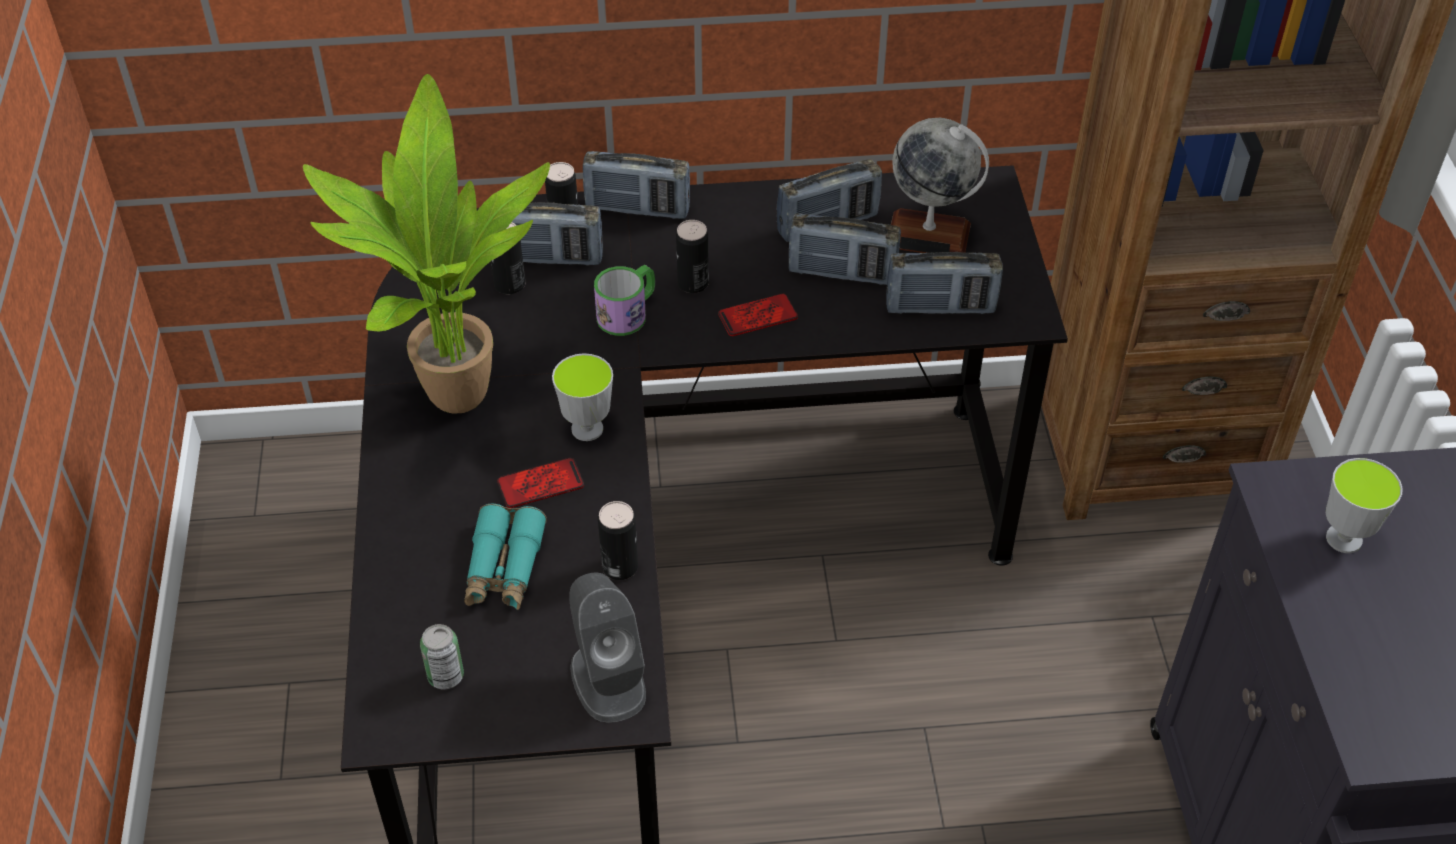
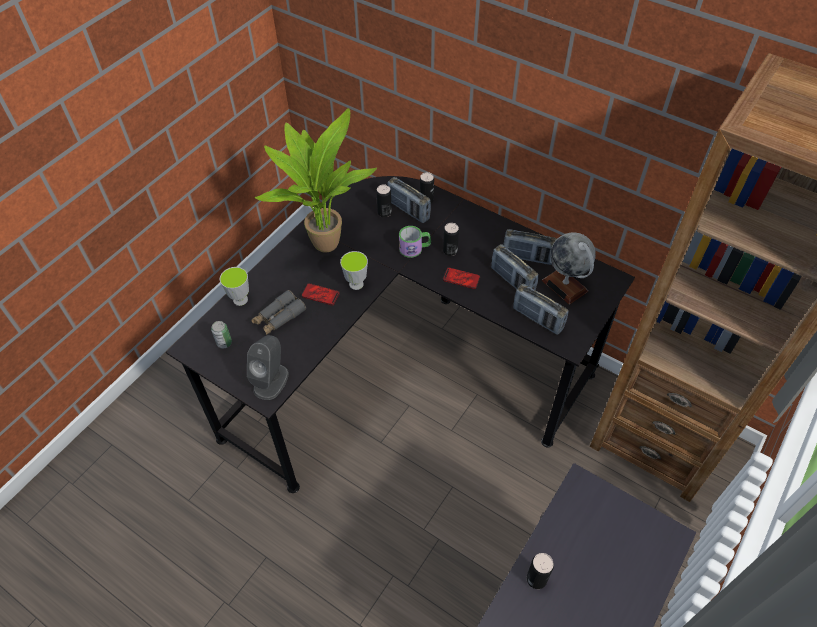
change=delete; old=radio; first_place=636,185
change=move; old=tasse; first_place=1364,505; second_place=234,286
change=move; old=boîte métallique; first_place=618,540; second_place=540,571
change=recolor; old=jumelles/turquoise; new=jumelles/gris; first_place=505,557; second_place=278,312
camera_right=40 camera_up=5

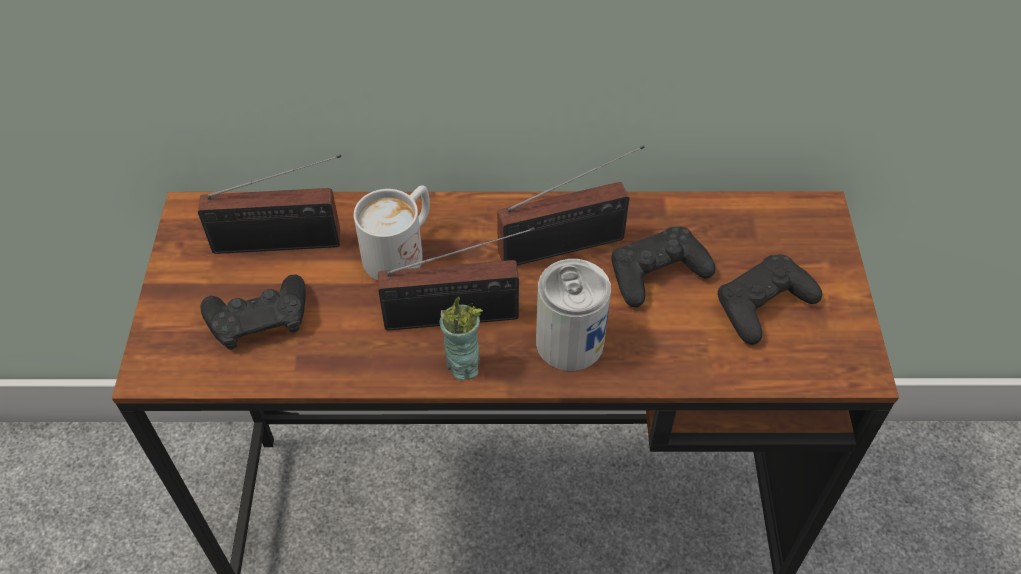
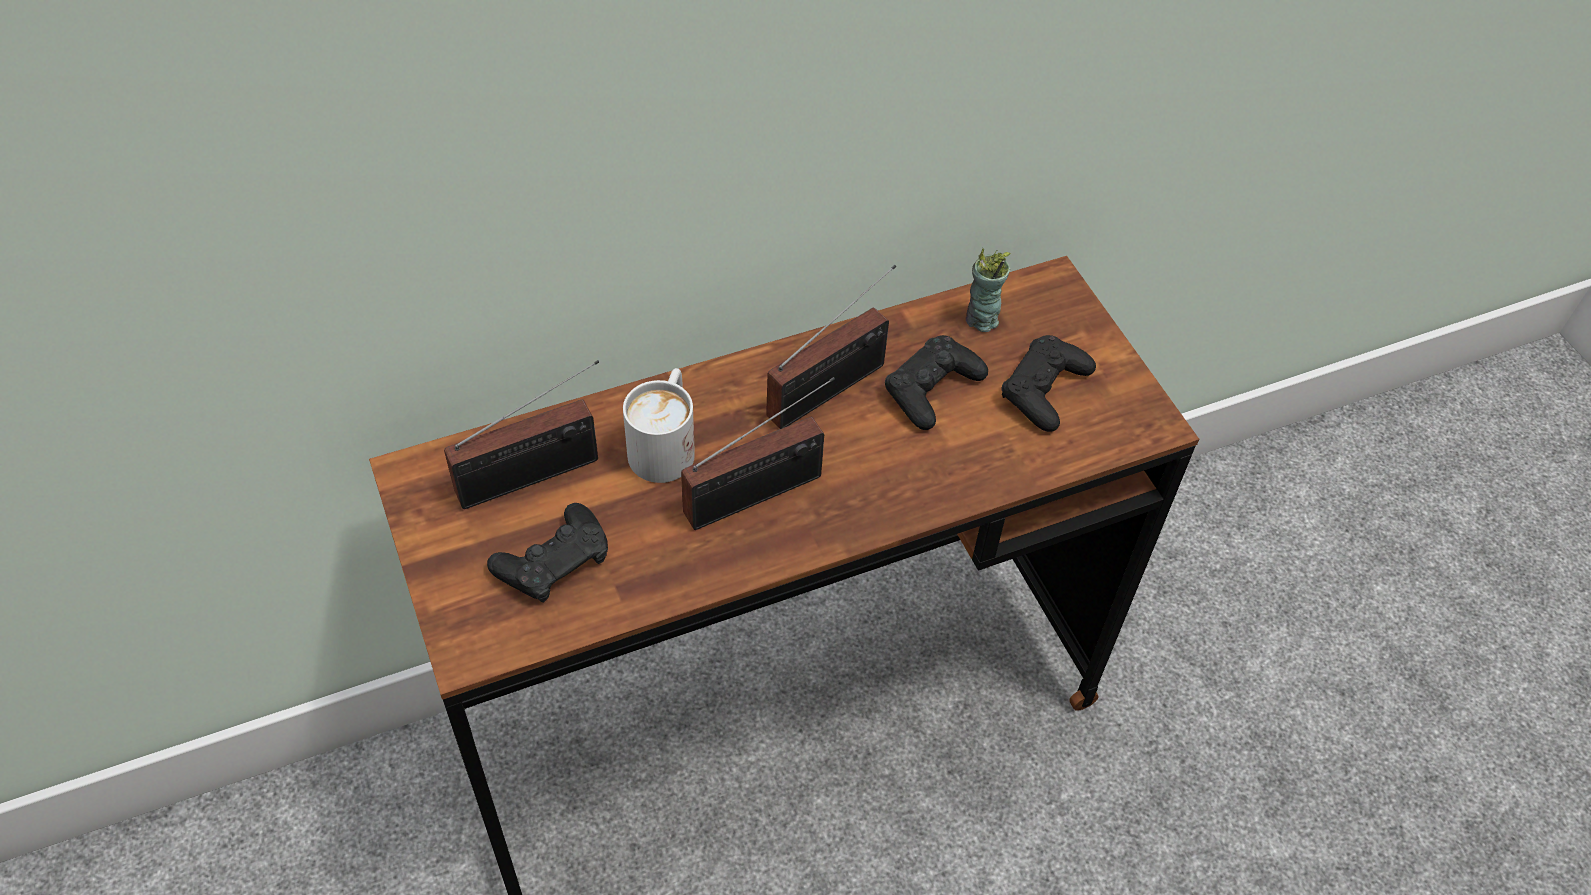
change=delete; old=boîte métallique; first_place=573,315
change=move; old=tasse; first_place=461,339; second_place=988,290
camera_right=-25 camera_up=0

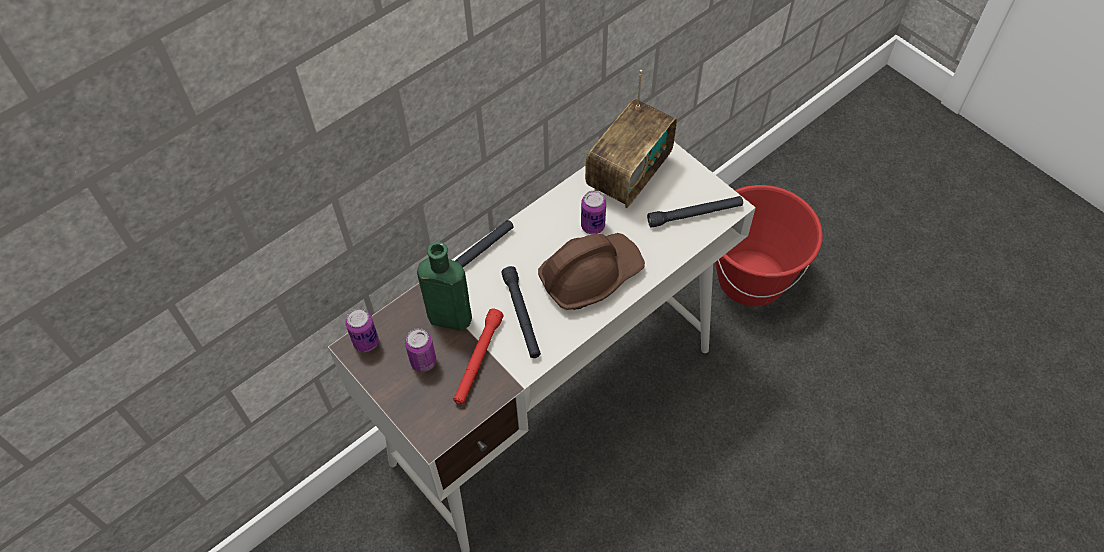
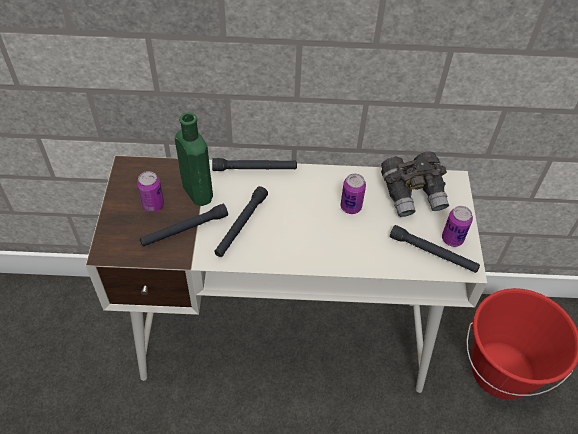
change=replace; old=radio; new=jumelles/gris; first_place=631,139; second_place=415,184
change=delete; old=casque de chantier/marron; first_place=591,271
change=move; old=boîte métallique; first_place=362,330; second_place=457,226
change=recolor; old=lampe de poche/rouge; new=lampe de poche/noir; first_place=478,356; second_place=184,225
camera_right=40 camera_up=-5

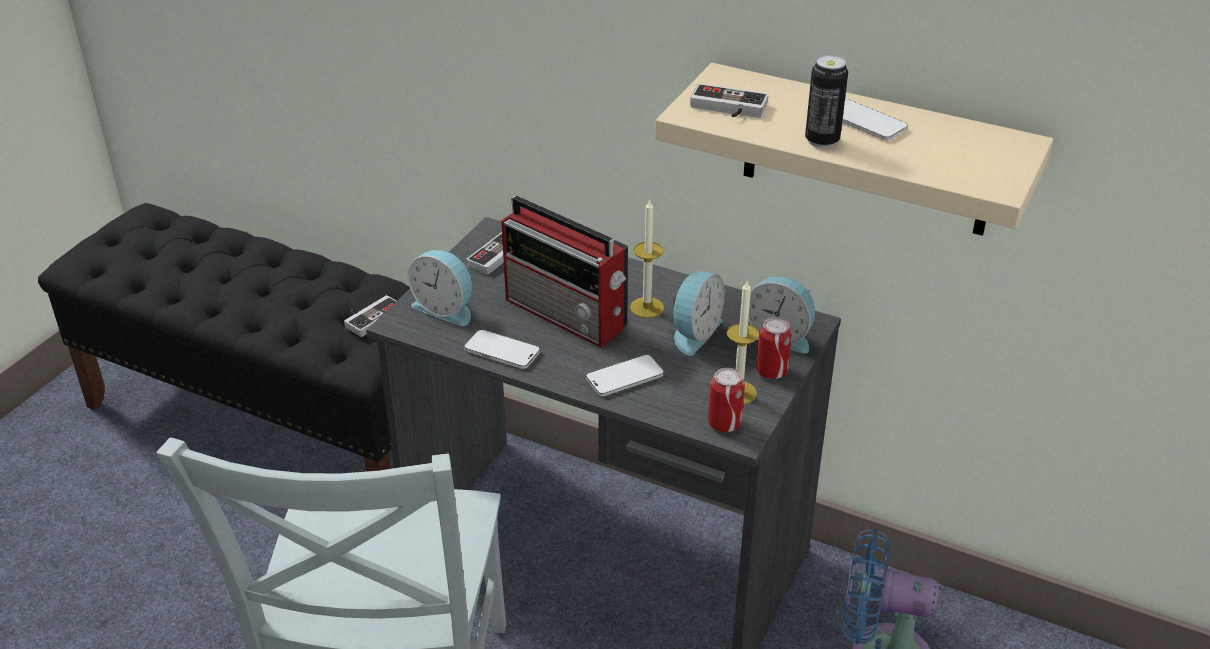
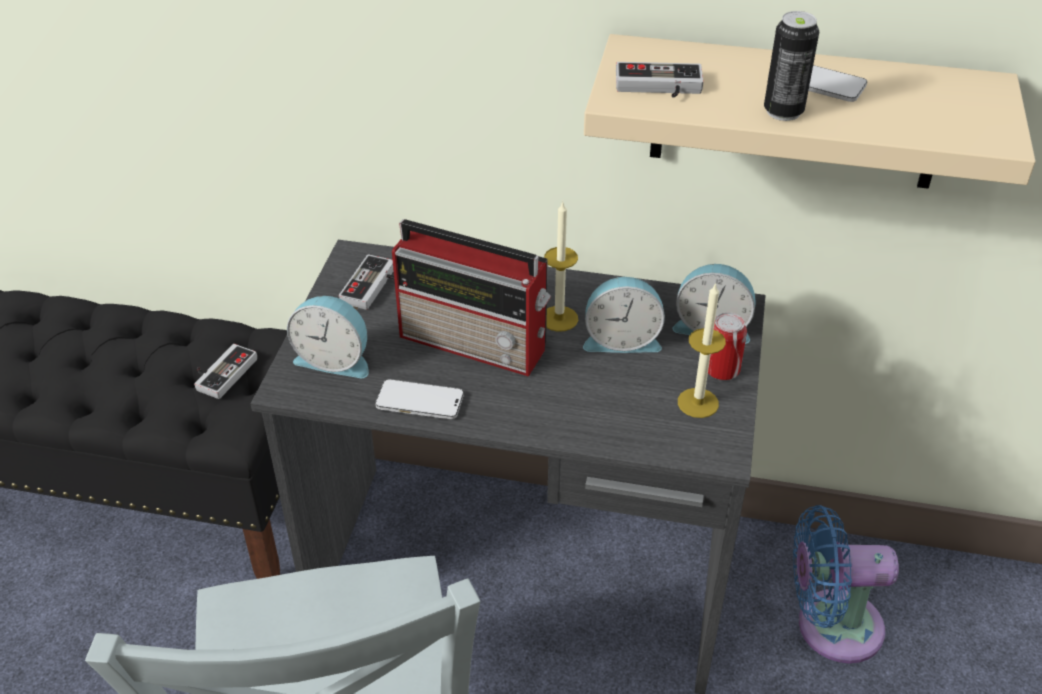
change=rotate; old=réveil; first_place=699,314; second_place=624,315; degrees=75
change=delete; old=téléphone; first_place=625,375
change=delete; old=boîte métallique; first_place=726,400
camera_right=-15 camera_up=5

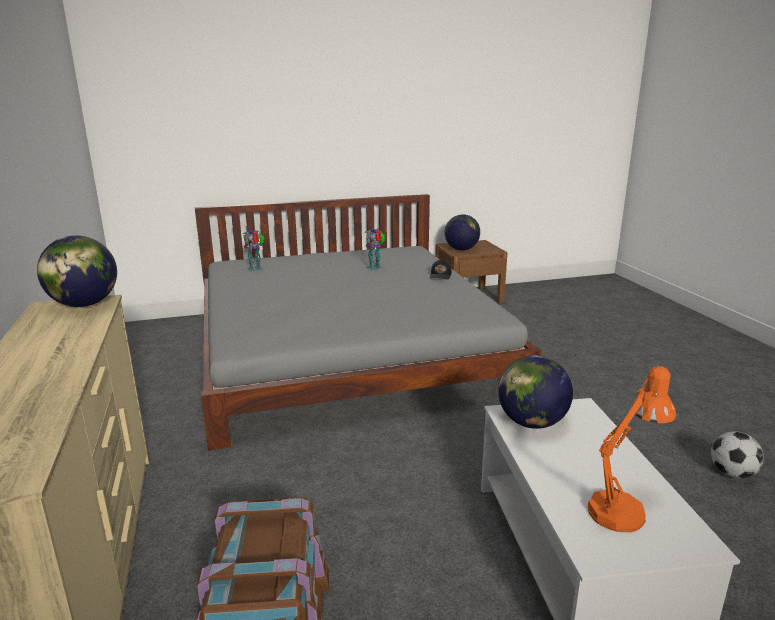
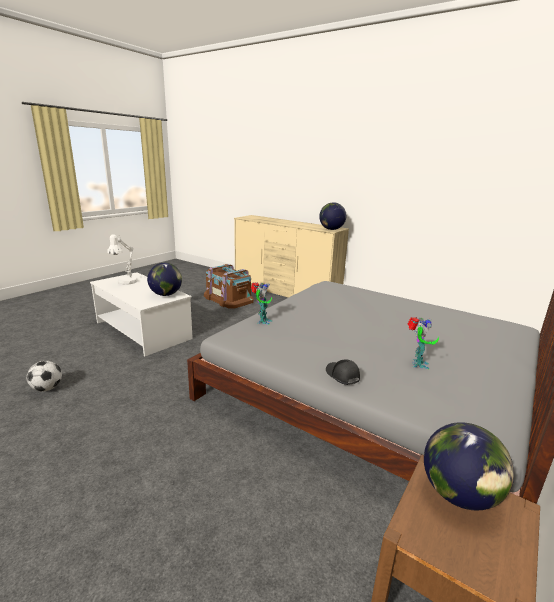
change=move; old=robot jouet; first_place=253,251; second_place=261,303
change=recolor; old=lampe de table/orange; new=lampe de table/blanc; first_place=632,449; second_place=122,259
camera_right=140 camera_up=0

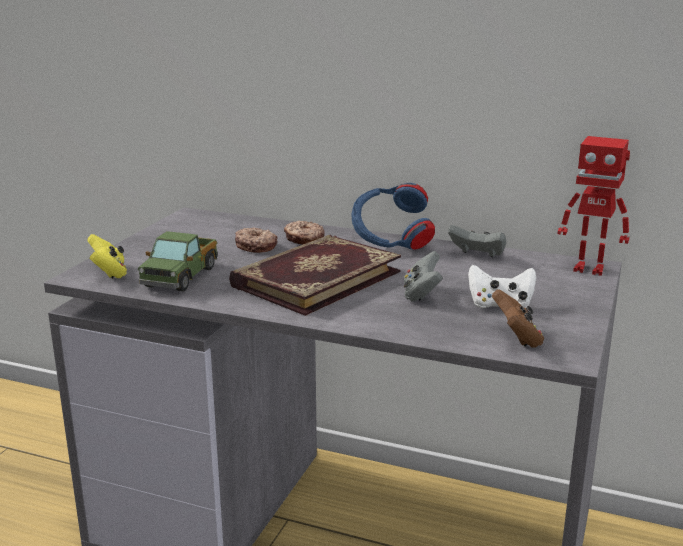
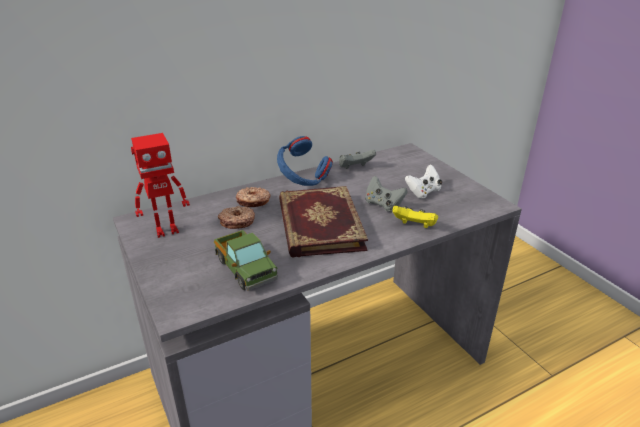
change=move; old=robot jouet; first_place=594,206; second_place=160,185
change=move; old=manette/jaune; first_place=107,256; second_place=415,217
change=delete; old=manette/marron; first_place=518,318
camera_right=-50 camera_up=10

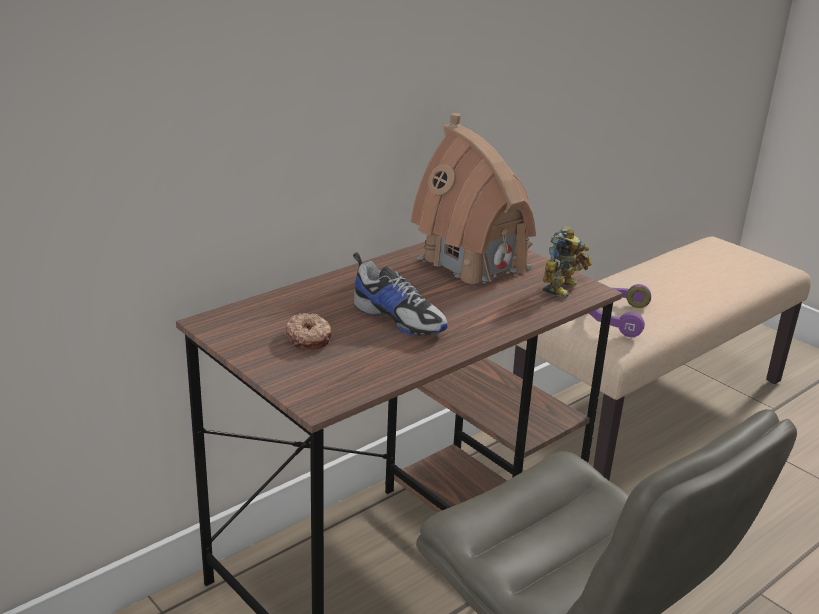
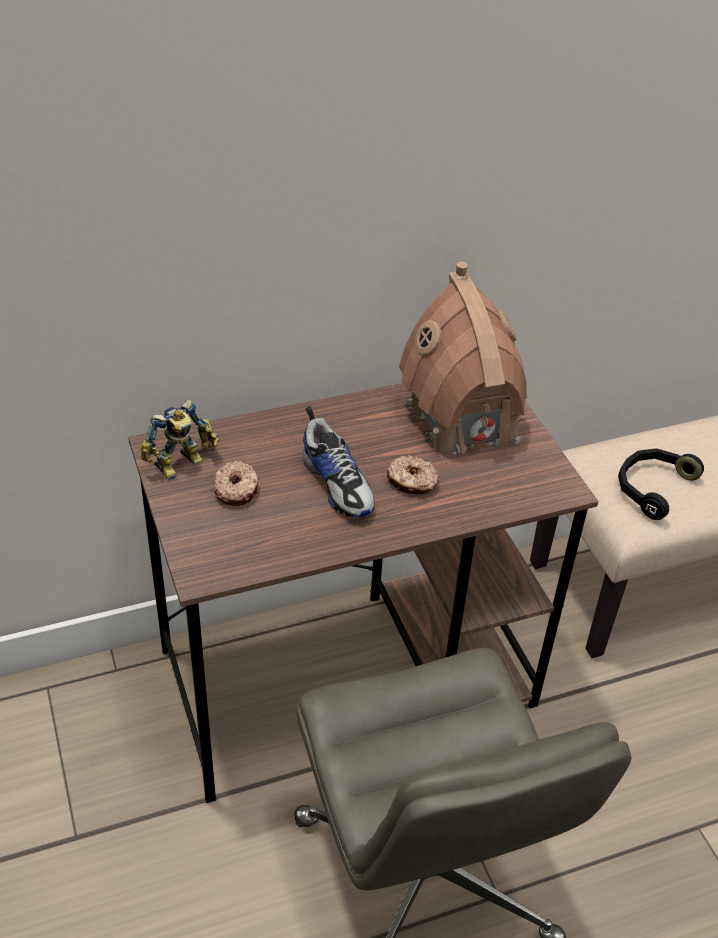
change=move; old=robot jouet; first_place=567,262; second_place=179,440
change=recolor; old=casque audio/violet; new=casque audio/noir; first_place=620,310; second_place=661,484
change=insert; new=beignet; second_place=412,474
camera_right=20 camera_up=15

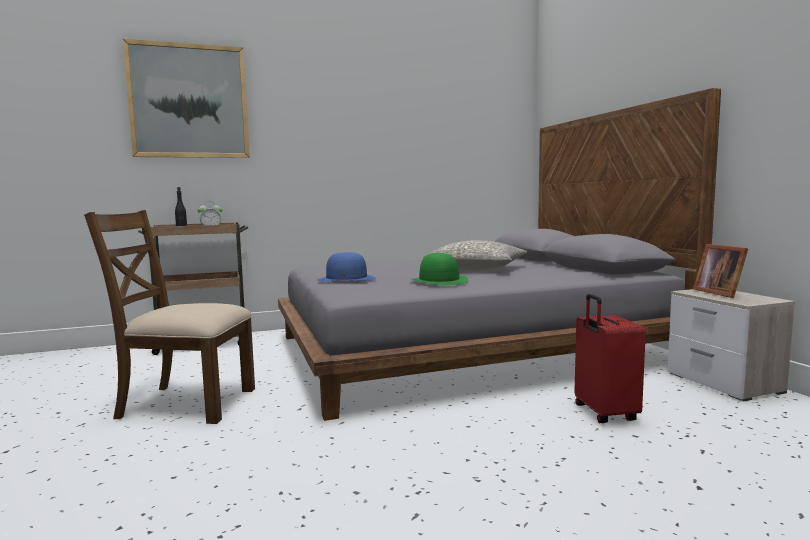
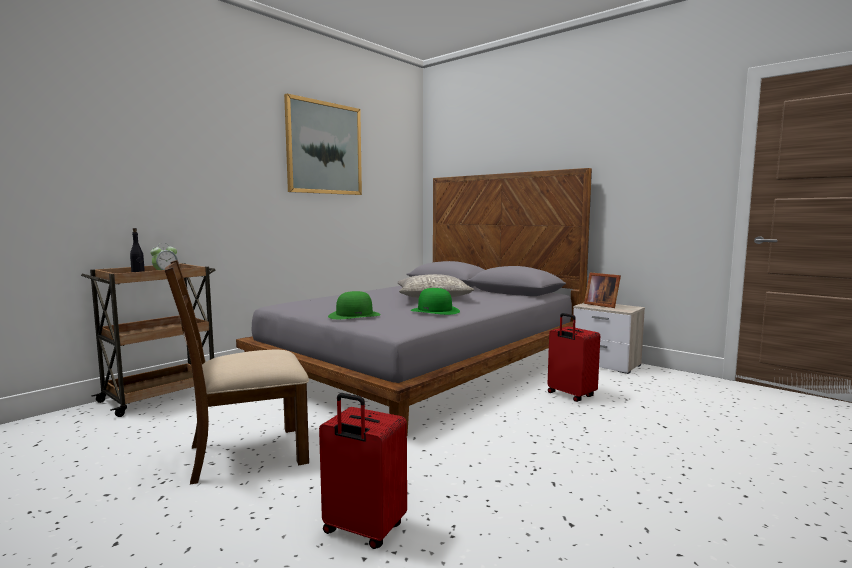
change=move; old=tableau; first_place=186,98; second_place=323,144
change=recolor; old=chapeau/bleu; new=chapeau/vert; first_place=346,266; second_place=354,305
change=insert; new=valise/rouge; second_place=363,471
camera_right=-30 camera_up=0

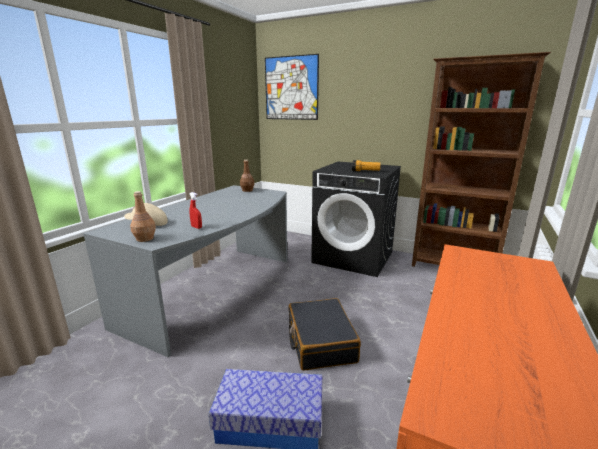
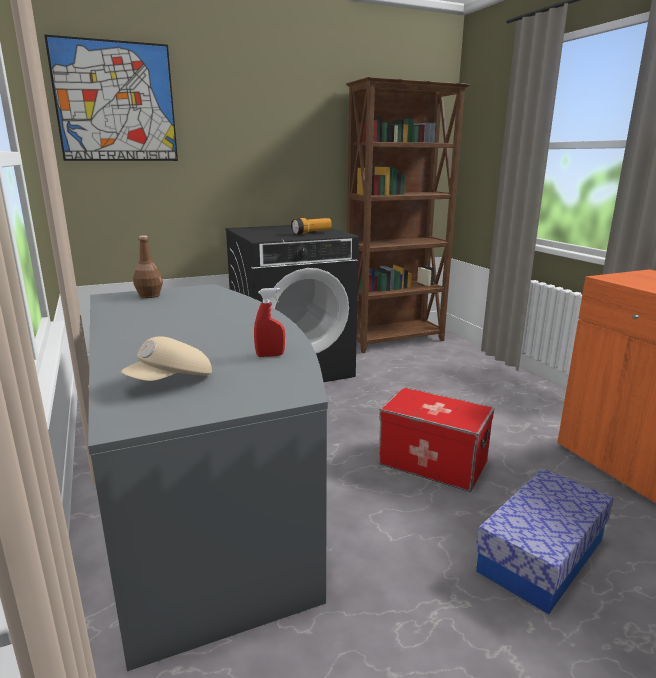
change=delete; old=bouteille/marron; first_place=143,216
change=replace; old=valise/noir; new=boîte de rangement; first_place=324,334; second_place=436,439
camera_right=-50 camera_up=0

